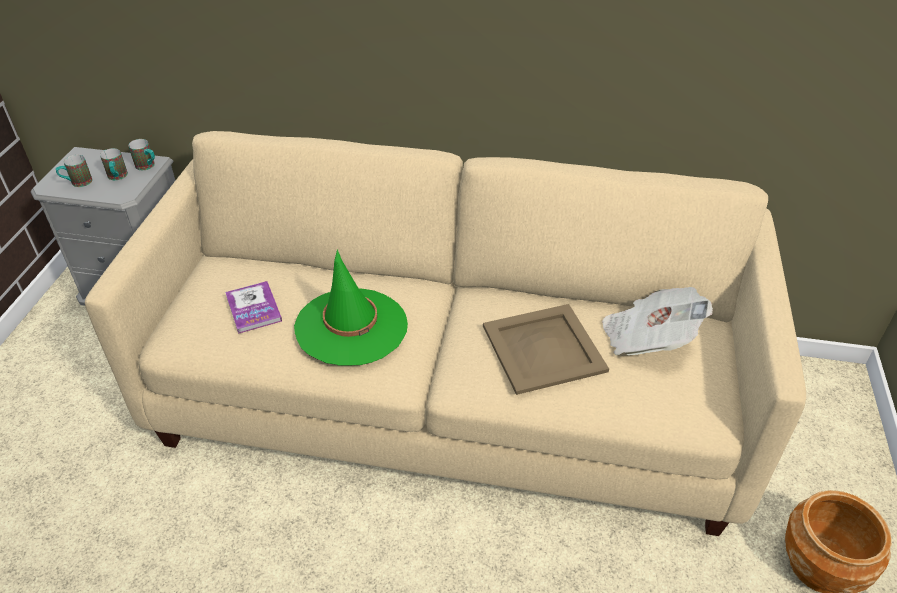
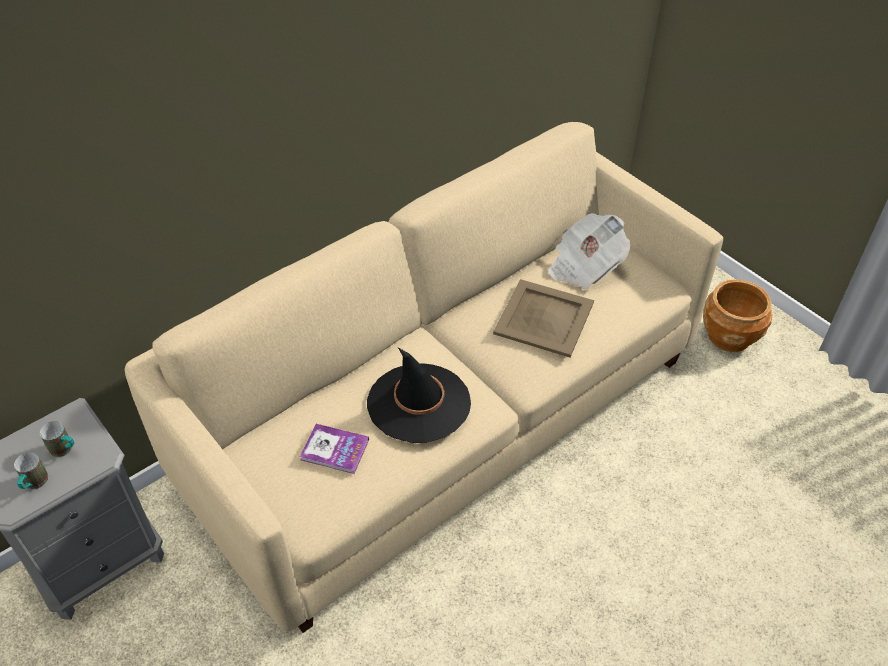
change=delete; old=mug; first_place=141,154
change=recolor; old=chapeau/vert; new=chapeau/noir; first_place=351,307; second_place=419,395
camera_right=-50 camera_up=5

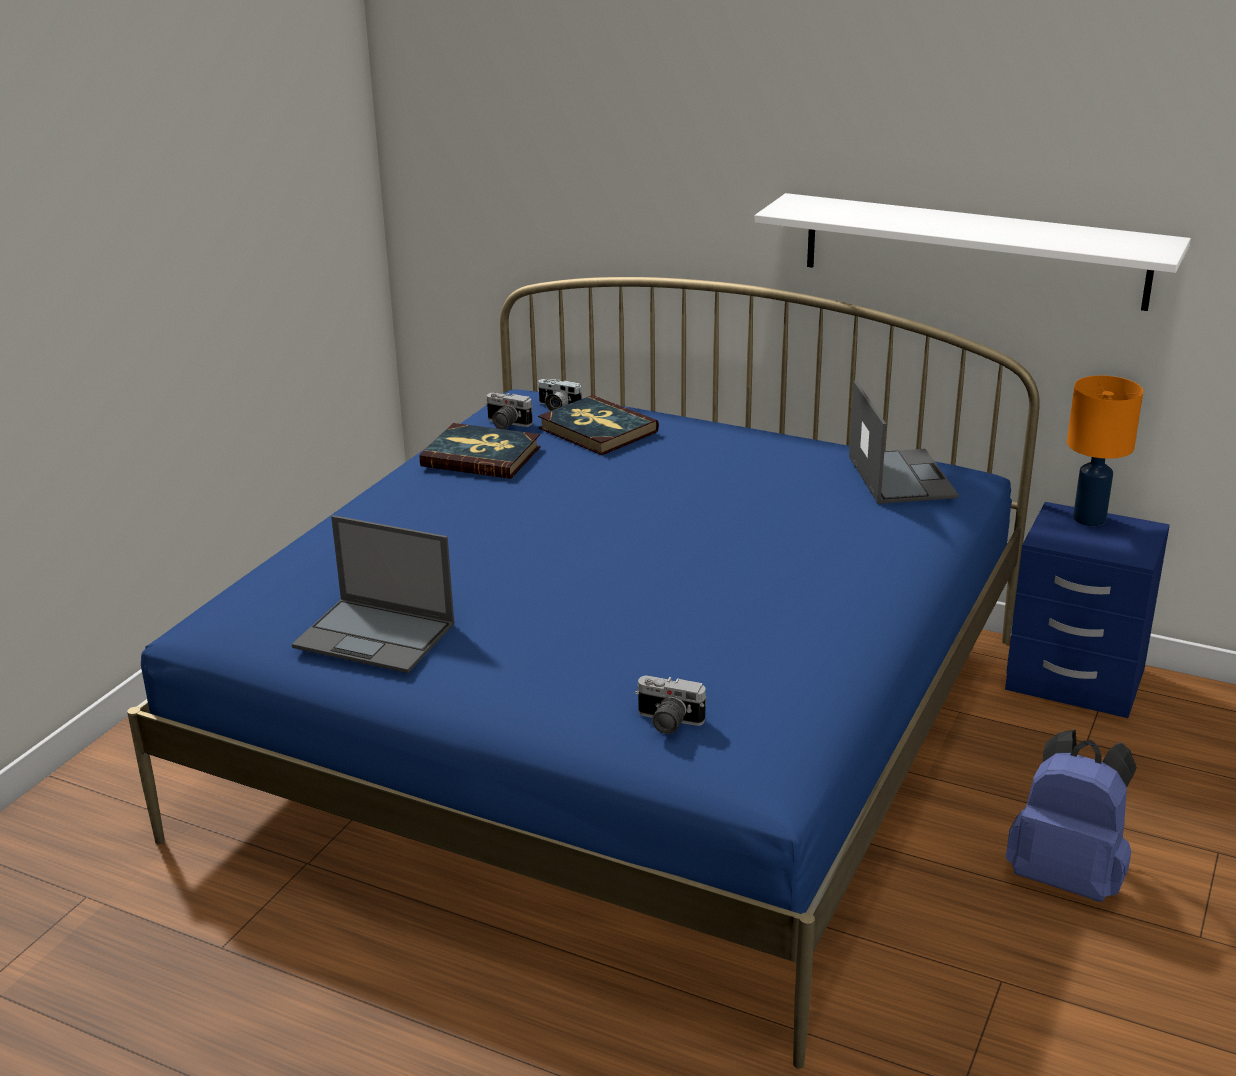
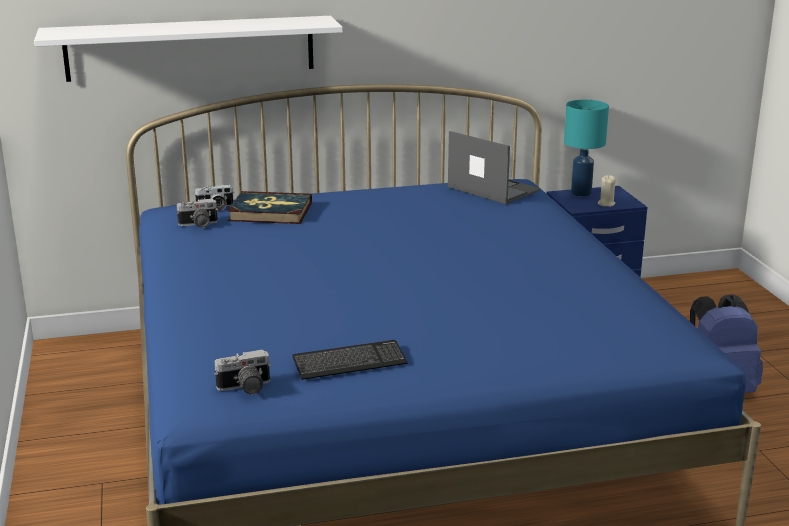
change=move; old=étagère/blanc; first_place=972,252; second_place=188,49
change=recolor; old=lampe de table/orange; new=lampe de table/turquoise; first_place=1105,451; second_place=586,148
change=delete; old=livre; first_place=479,451
change=replace; old=ordinateur portable; new=clavier; first_place=373,594; second_place=349,360
change=move; old=appareil photo; first_place=671,705; second_place=243,372
change=insert; new=bougie/beige; second_place=607,191
camera_right=-40 camera_up=-5

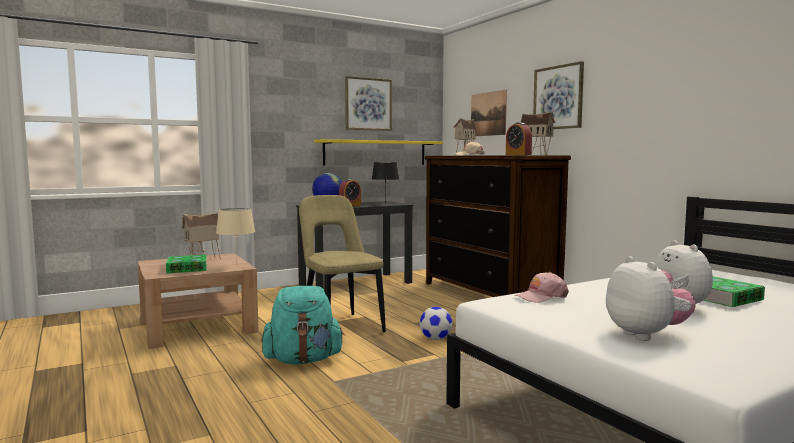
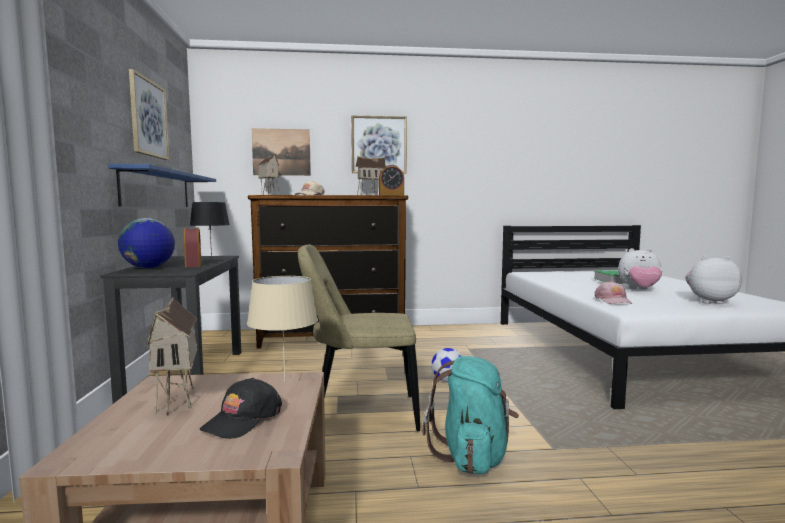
change=recolor; old=étagère/jaune; new=étagère/bleu; first_place=378,152; second_place=162,185
change=replace; old=livre; new=casquette/noir; first_place=186,264; second_place=240,408
camera_right=-65 camera_up=0

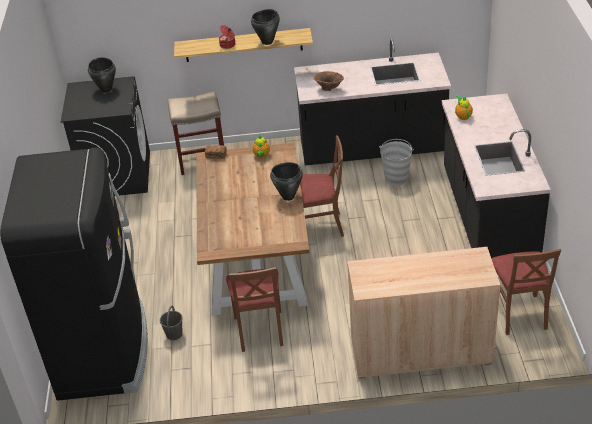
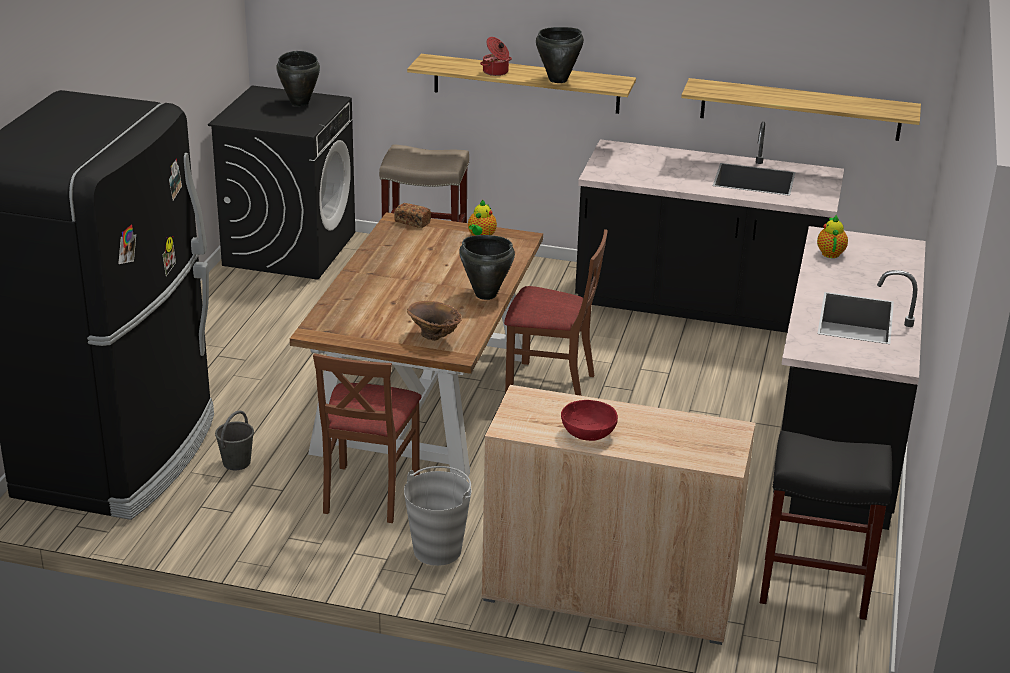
change=move; old=vase/marron; first_place=329,81; second_place=434,321
change=move; old=seau/gris; first_place=396,162; second_place=437,516
change=replace; old=chaise/marron; new=tabouret/noir; first_place=526,292; second_place=826,525
change=insert; new=étagère; second_place=801,109
change=insert; new=bol/rouge; second_place=589,420
camera_right=15 camera_up=-10

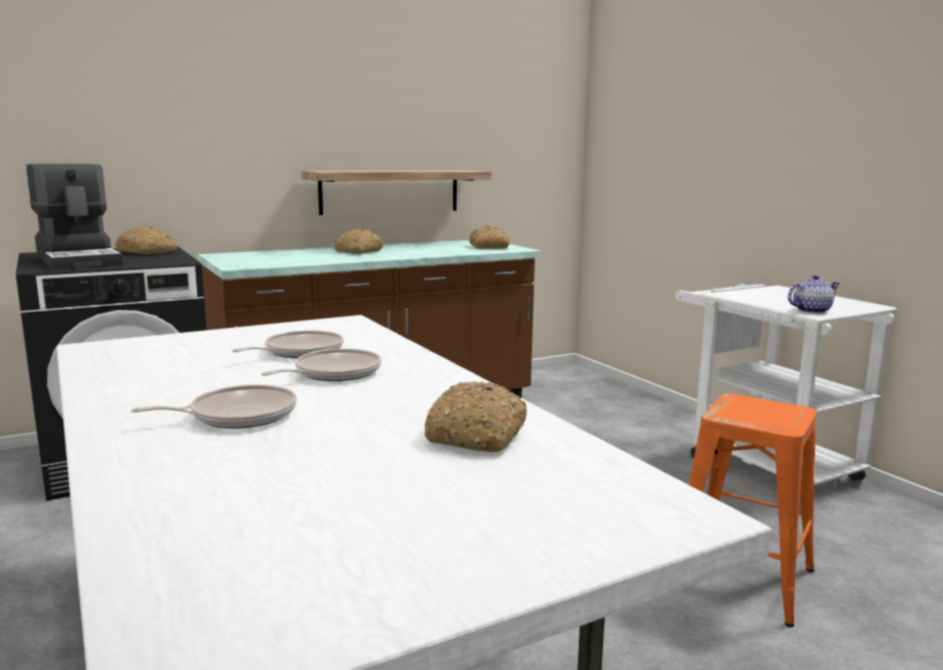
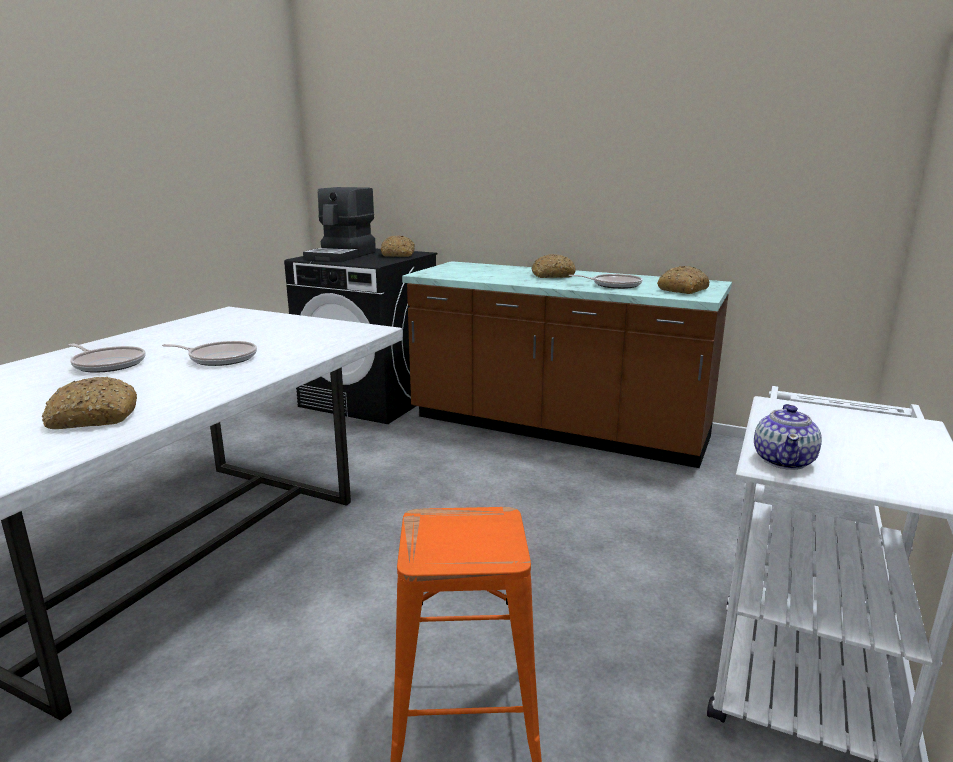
change=delete; old=étagère; first_place=397,192
change=rotate; old=théière; first_place=814,294; second_place=788,437; degrees=75
change=move; old=poêle; first_place=288,344; second_place=606,281
camera_right=55 camera_up=5

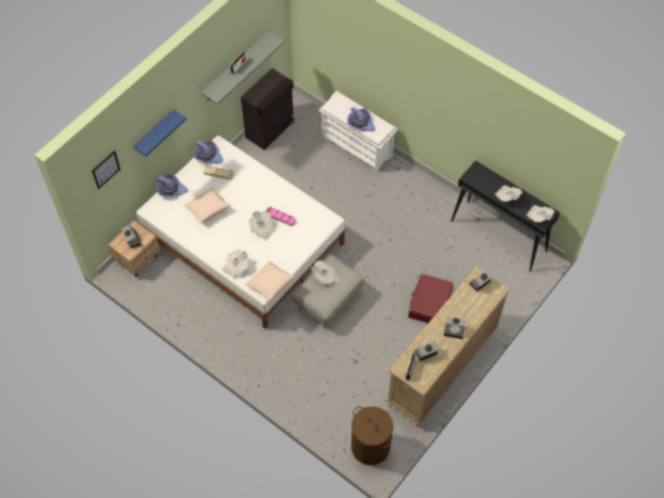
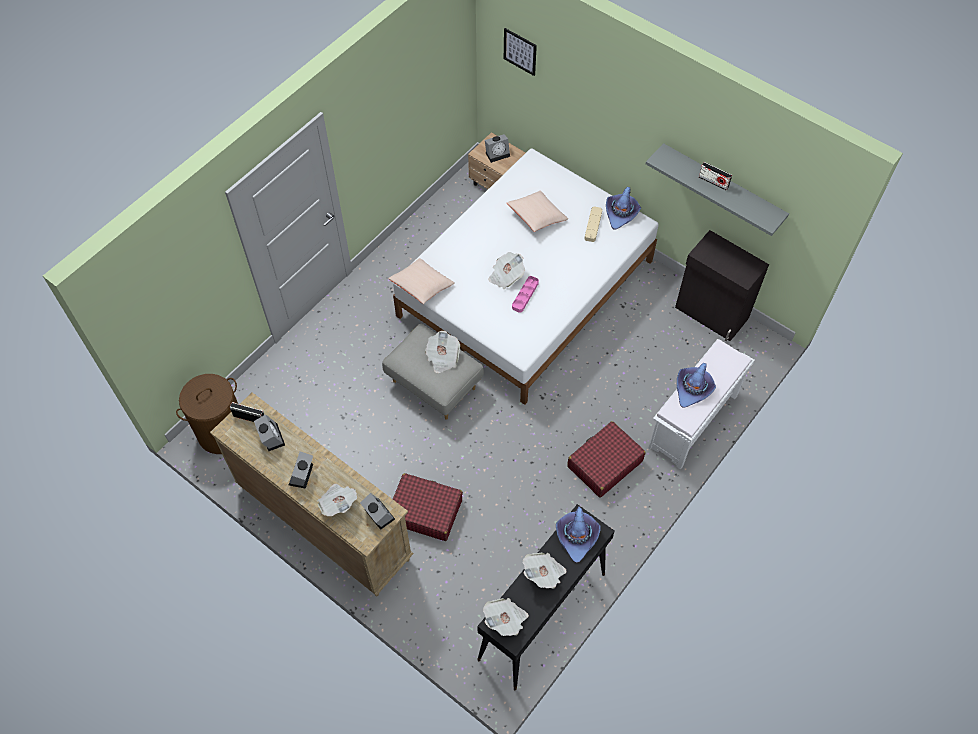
change=delete; old=étagère/bleu; first_place=160,132
change=move; old=chapeau/violet; first_place=172,185; second_place=578,534
change=move; old=journal; first_place=235,263; second_place=337,499
change=insert; new=valise/rouge; second_place=606,459
camera_right=90 camera_up=0

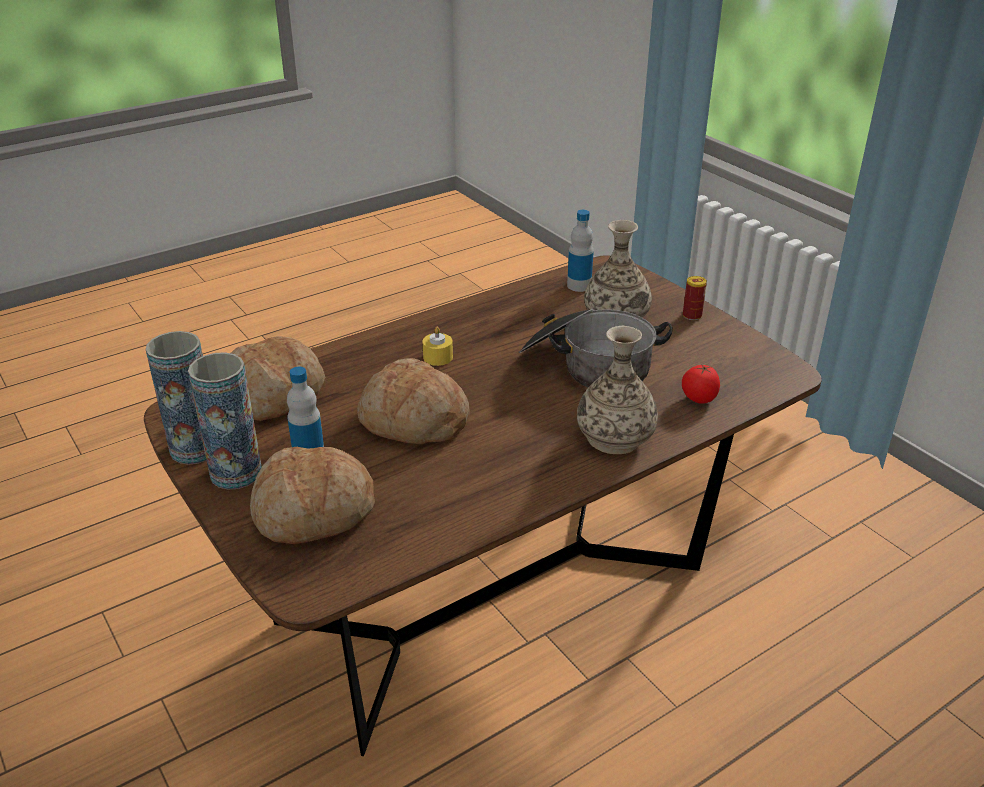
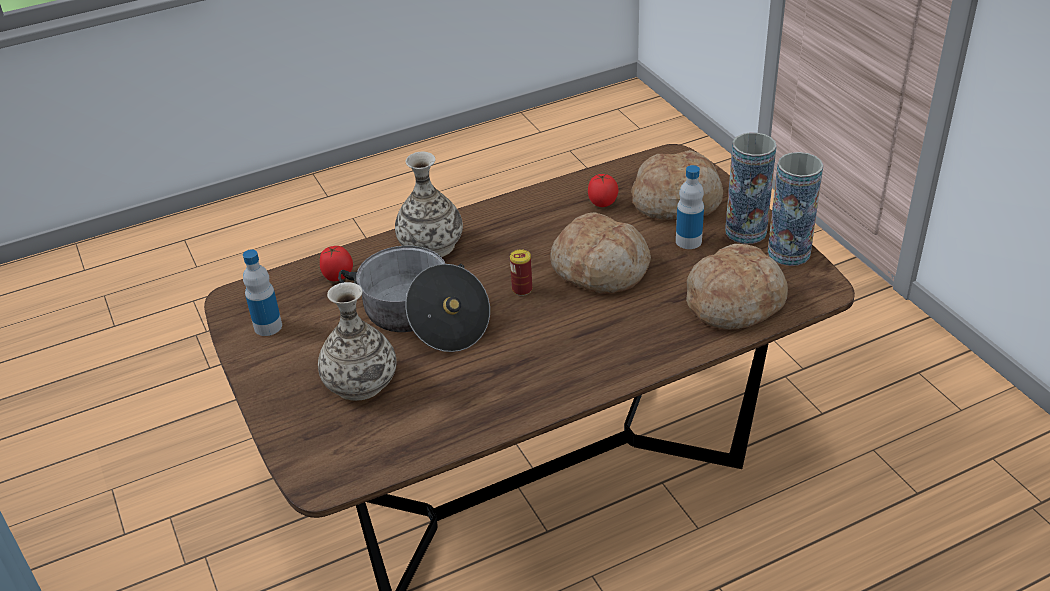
change=move; old=bouteille; first_place=580,251; second_place=262,292
change=move; old=boîte métallique; first_place=695,298; second_place=521,272
change=delete; old=bougie/jaune; first_place=437,346
change=insert; new=tomate; second_place=603,190
camera_right=-170 camera_up=5

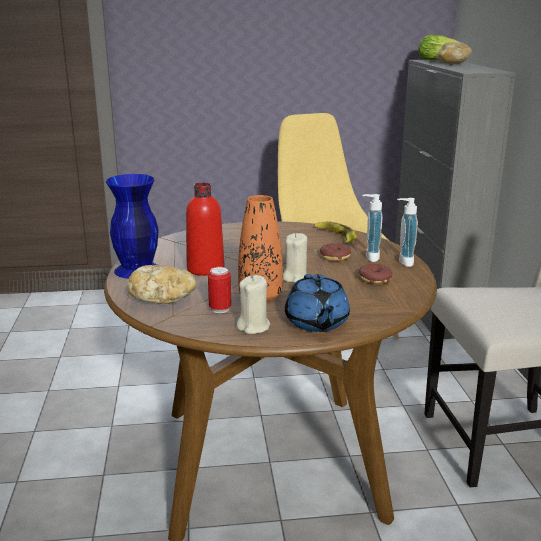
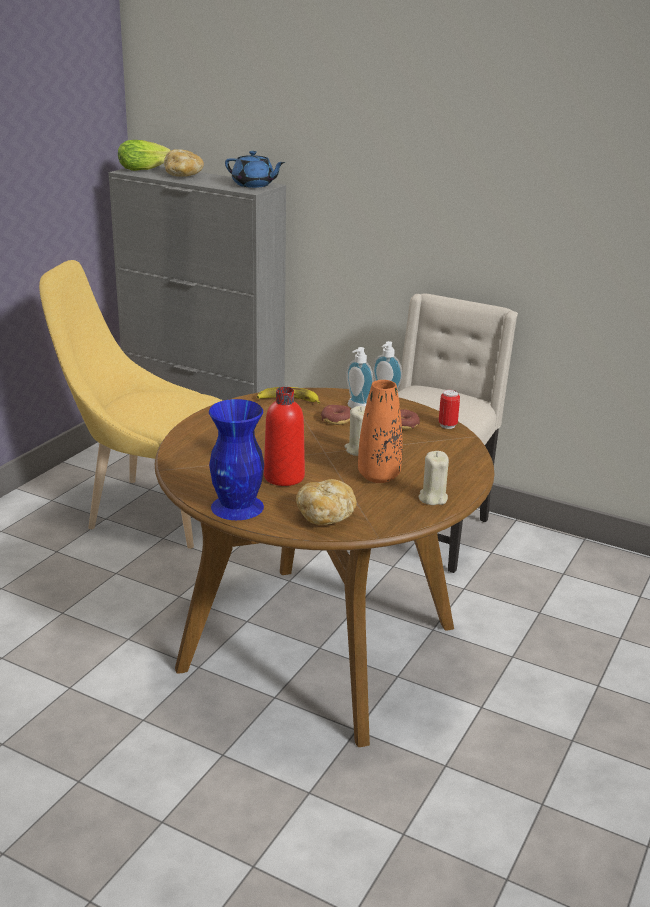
change=move; old=boîte métallique; first_place=219,290; second_place=449,409
change=move; old=théière/bleu; first_place=317,303; second_place=255,169
camera_right=-55 camera_up=5

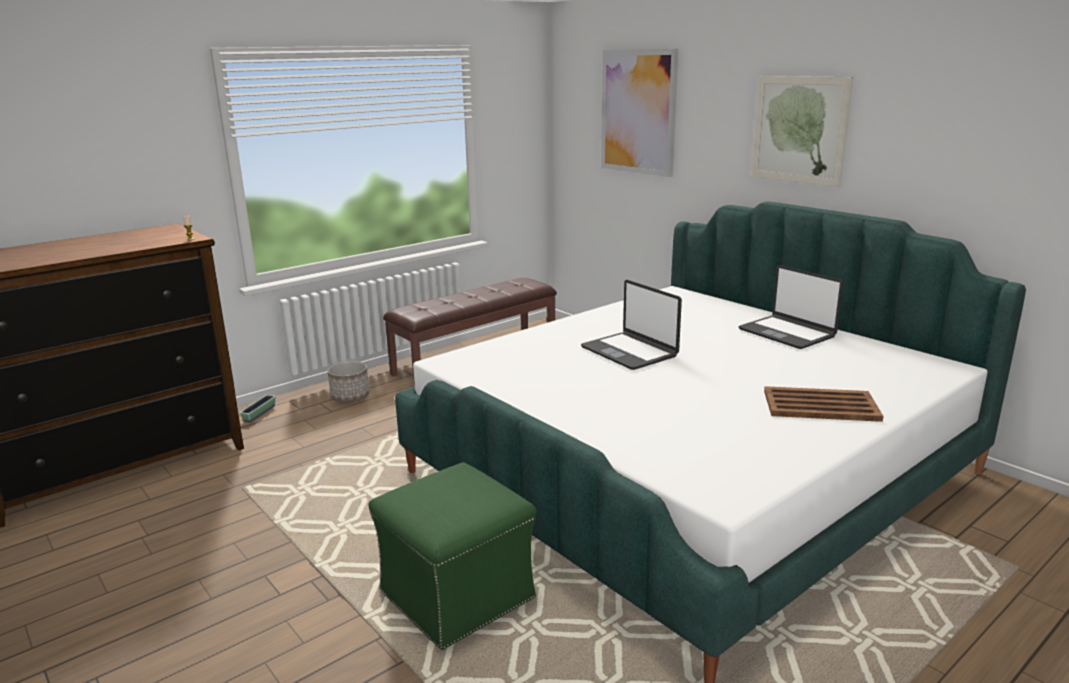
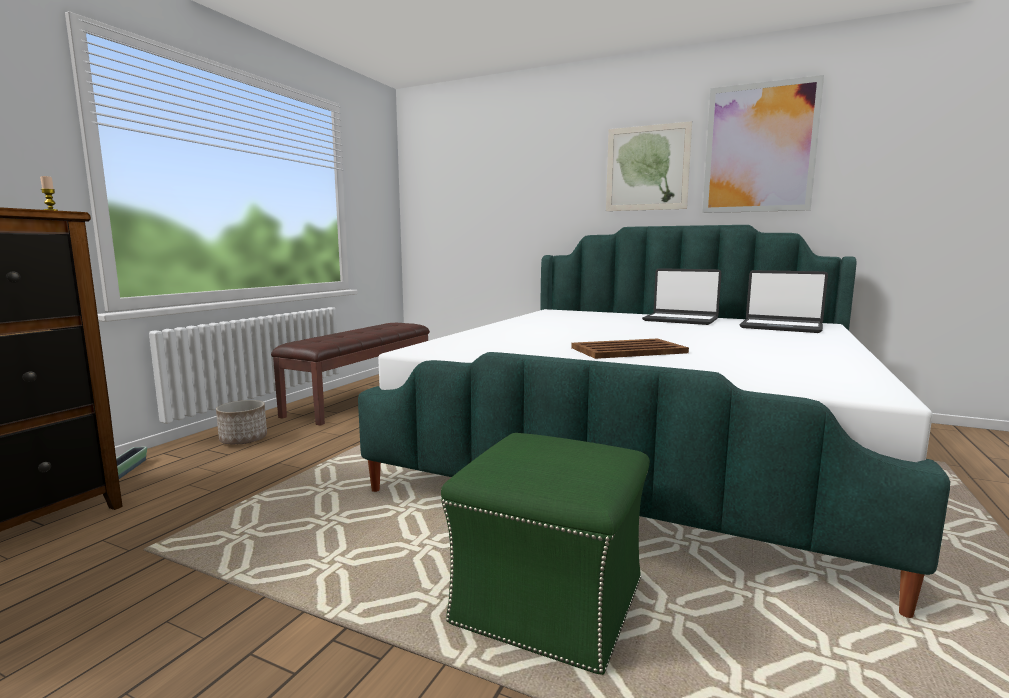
change=move; old=tableau; first_place=639,113; second_place=763,144
change=move; old=ordinateur portable; first_place=631,325; second_place=783,301
change=move; old=plateau/marron; first_place=823,404; second_place=630,348
camera_right=-25 camera_up=-10

